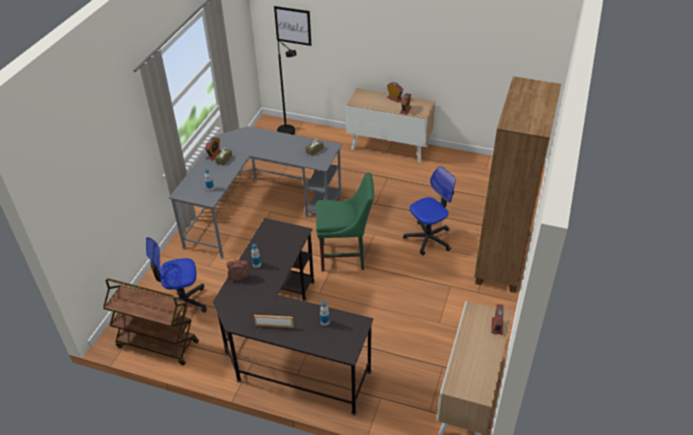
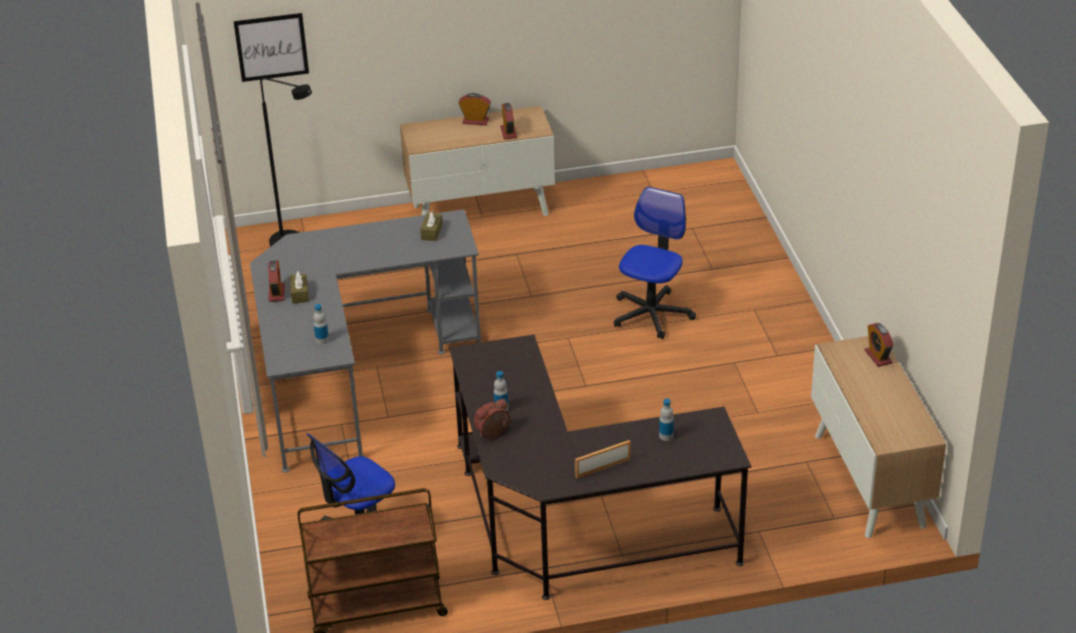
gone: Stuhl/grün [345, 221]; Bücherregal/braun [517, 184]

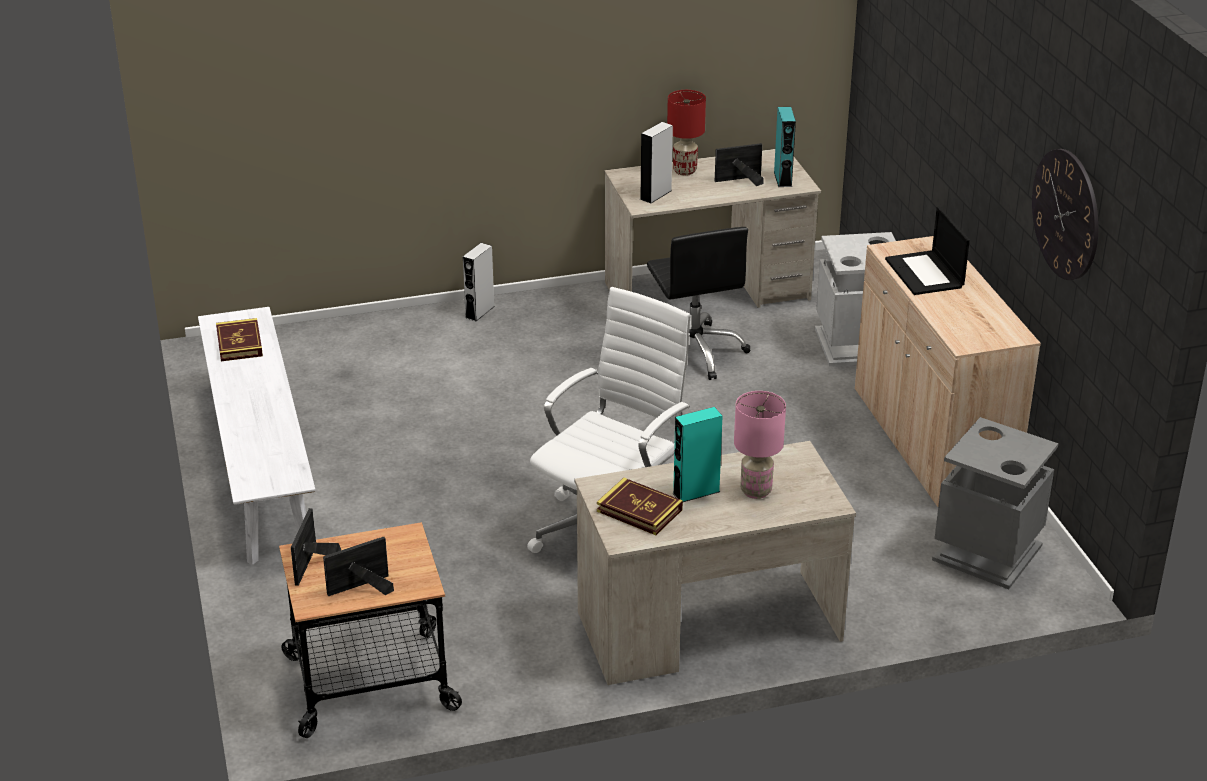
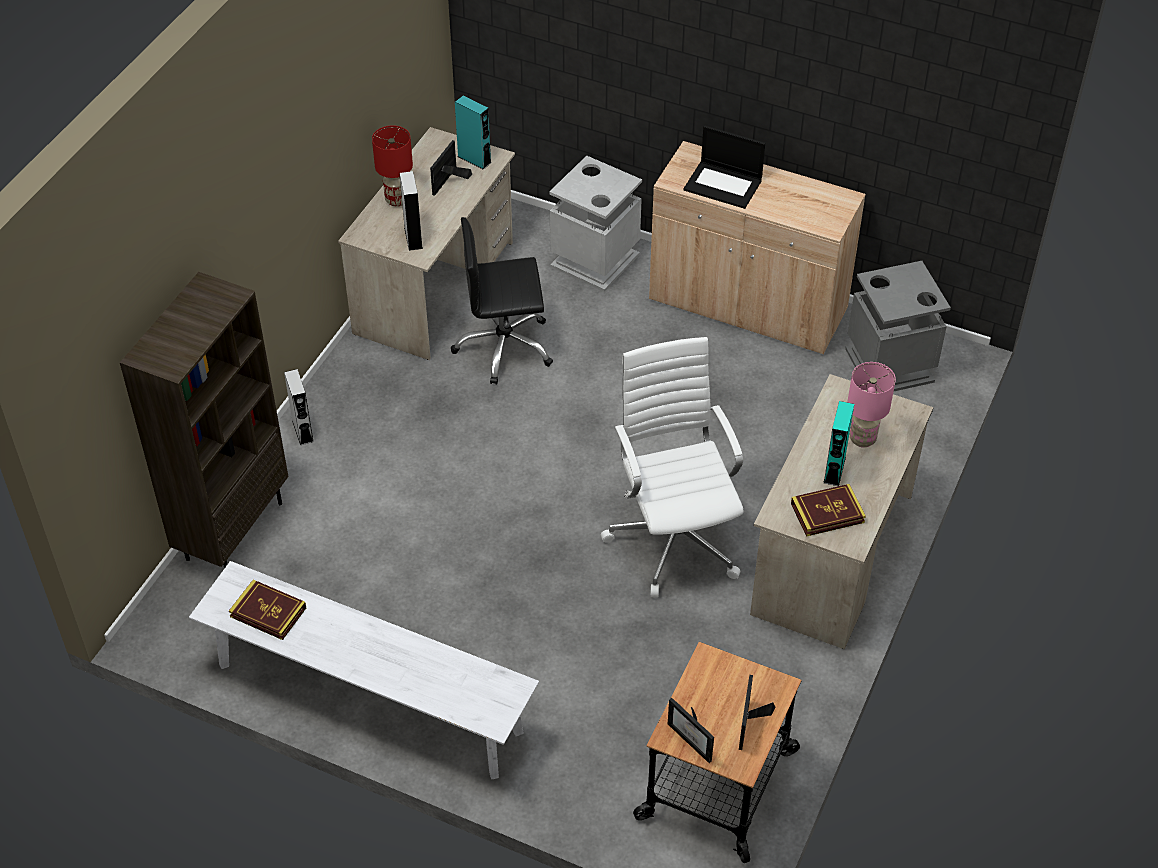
gone: Wanduhr [1065, 214]
new: Bücherregal/braun [204, 420]
rotated: Bürostuhl/schwarz [699, 303] = [502, 301] 150 degrees clockwise

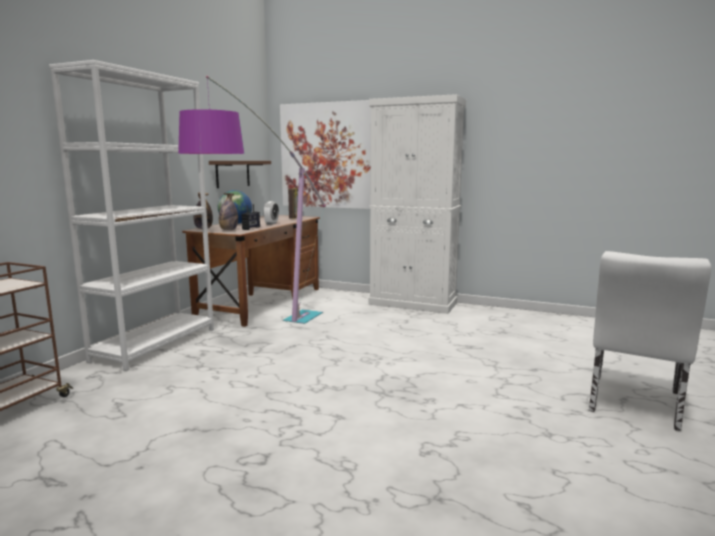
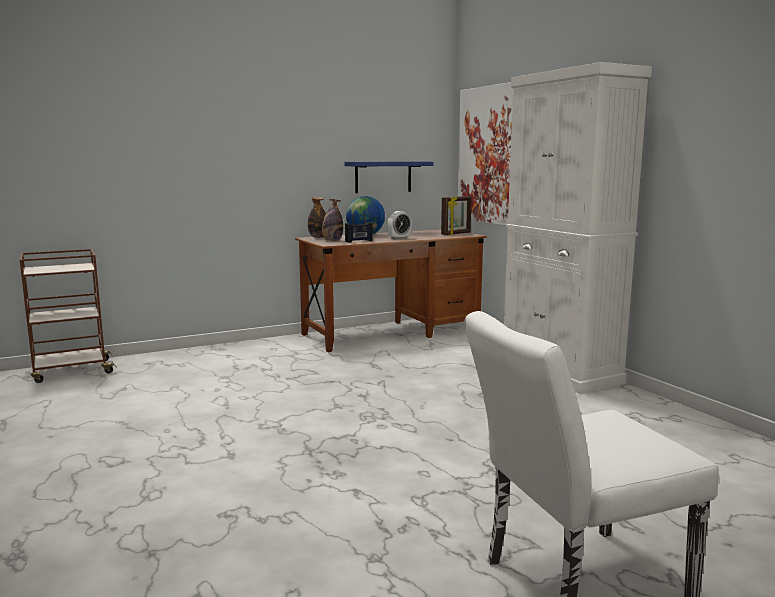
gone: Bücherregal/weiß [131, 215]; Stehlampe [252, 200]
repainted: Wandregal/braun [240, 174] to Wandregal/blau [389, 177]

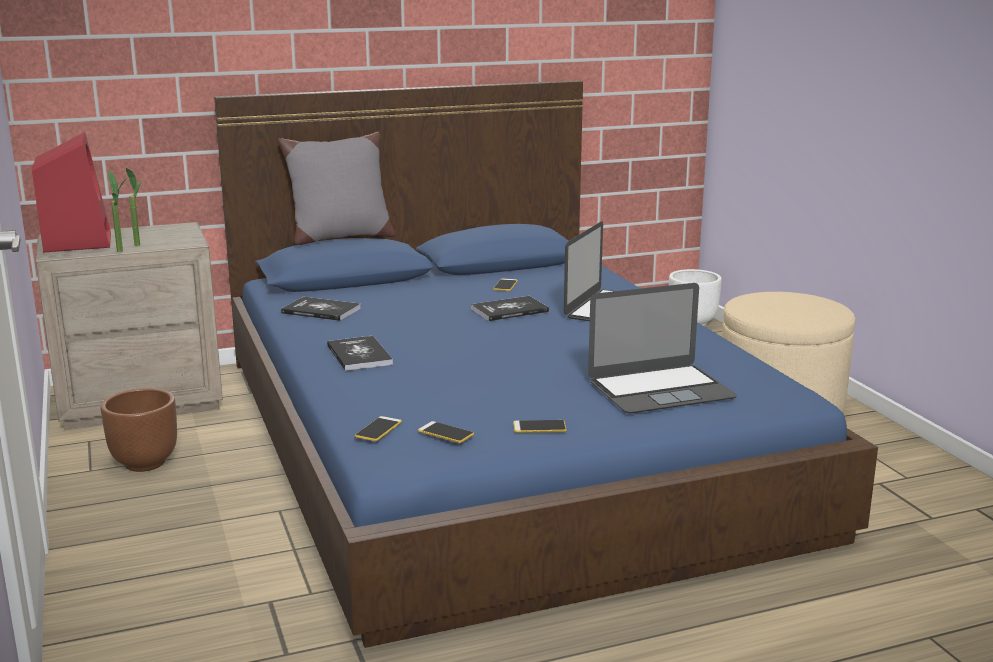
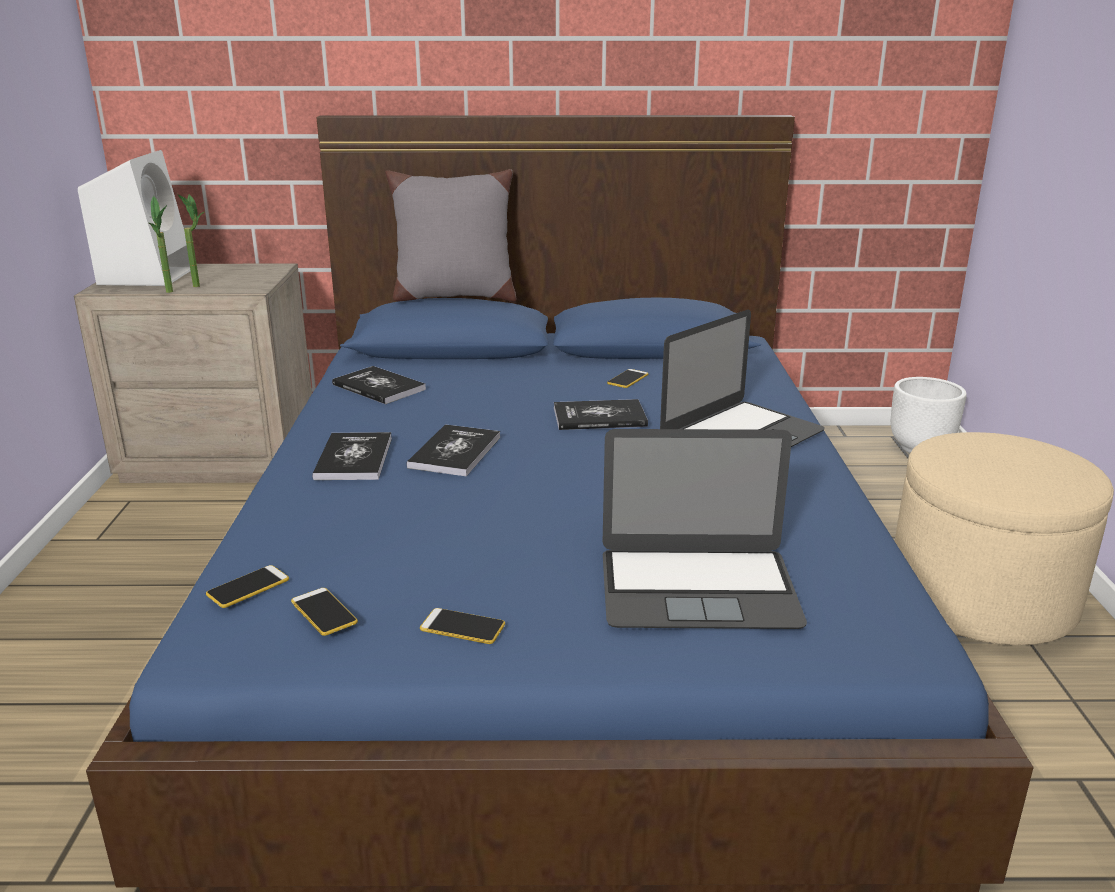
gone: Pflanzkübel/braun [139, 430]
new: Buch [453, 450]
repainted: Lautsprecher/rot [71, 192] to Lautsprecher/weiß [134, 218]

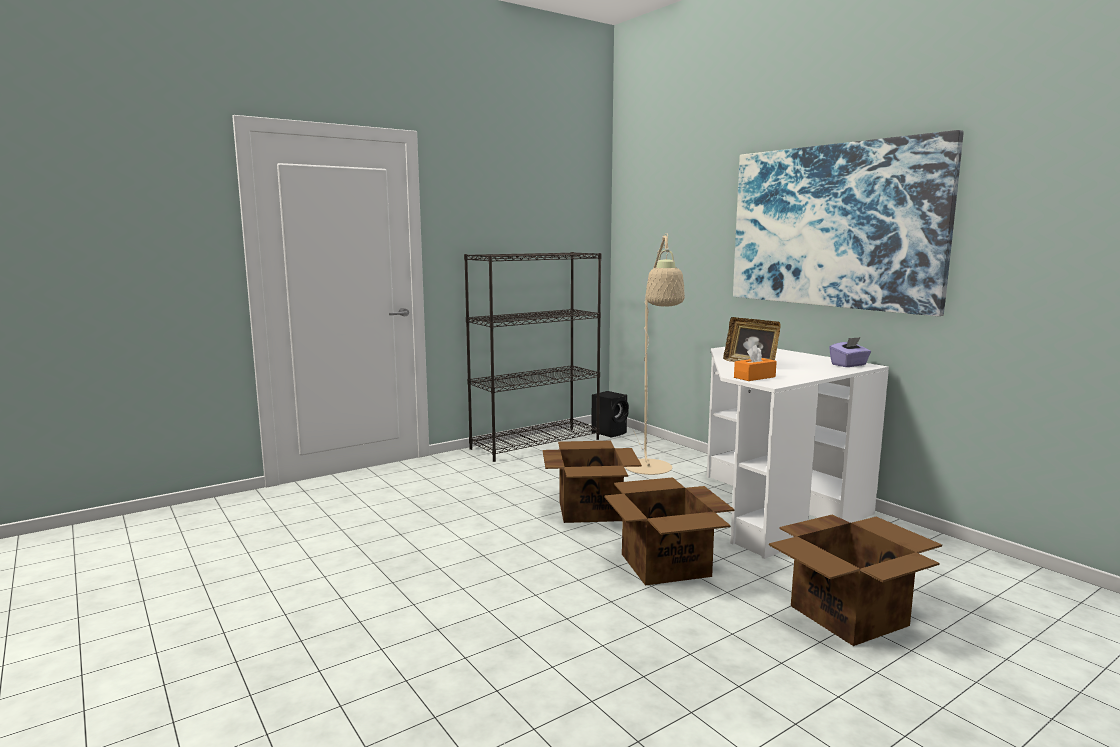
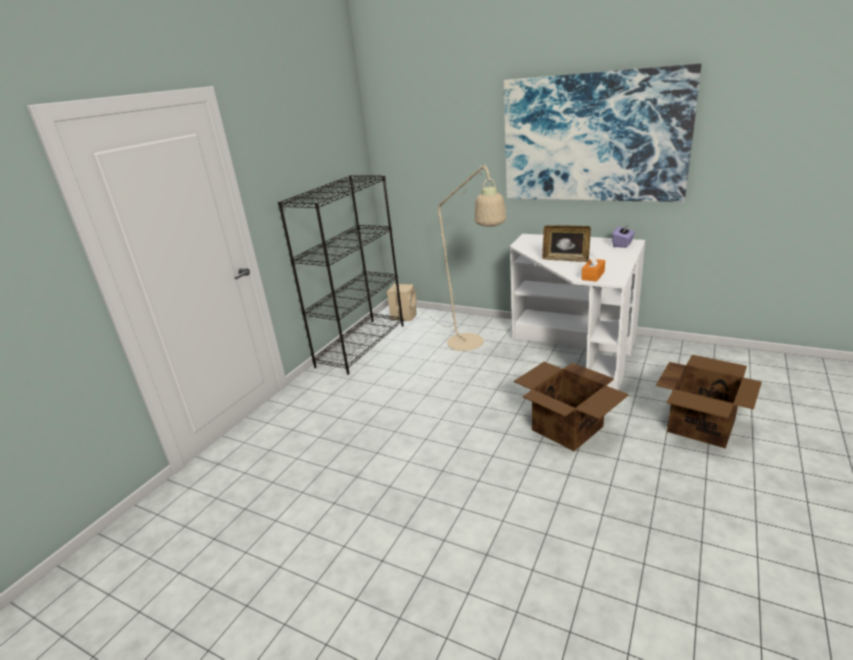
gone: Karton [592, 482]
repainted: Lautsprecher/schwarz [610, 414] to Lautsprecher/beige [402, 302]

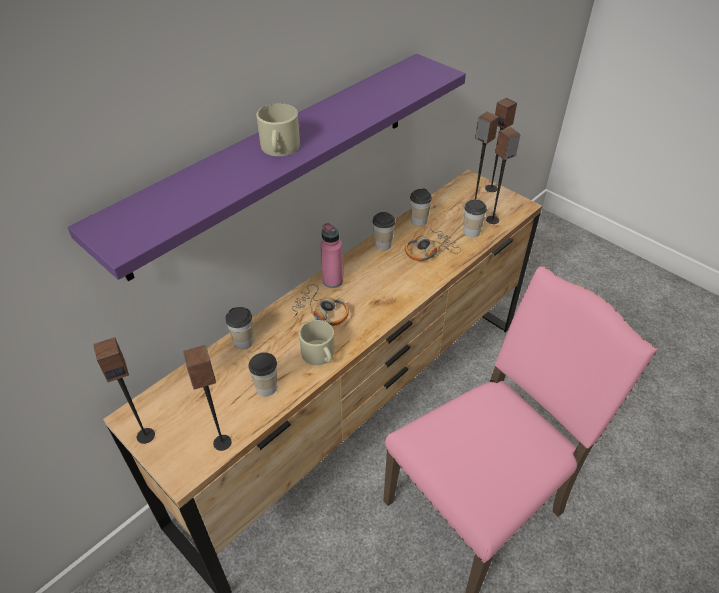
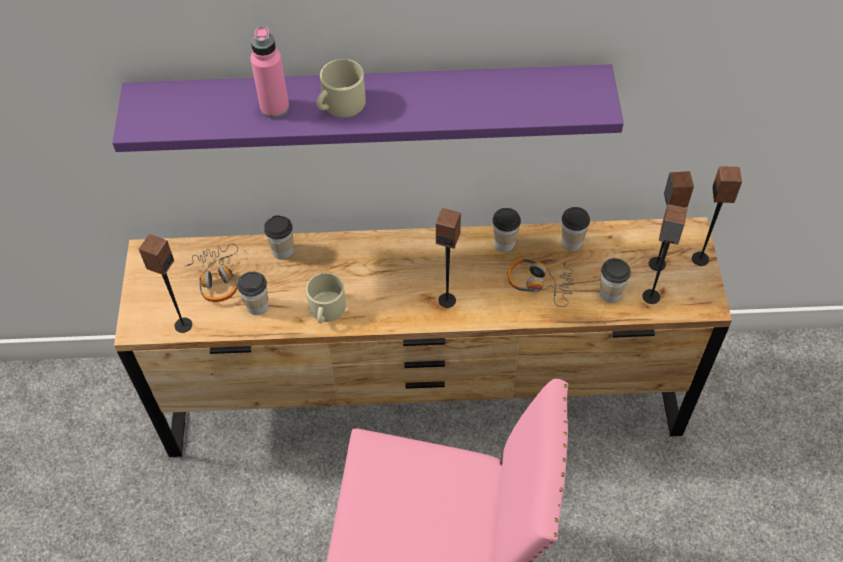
shifted: Lautsprecher [124, 390] to [448, 258]; Kopfhörer [320, 305] to [211, 273]; Flasche/rosa [331, 255] to [269, 72]

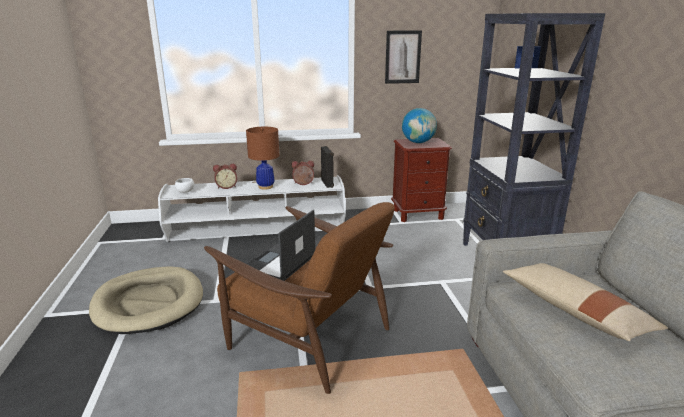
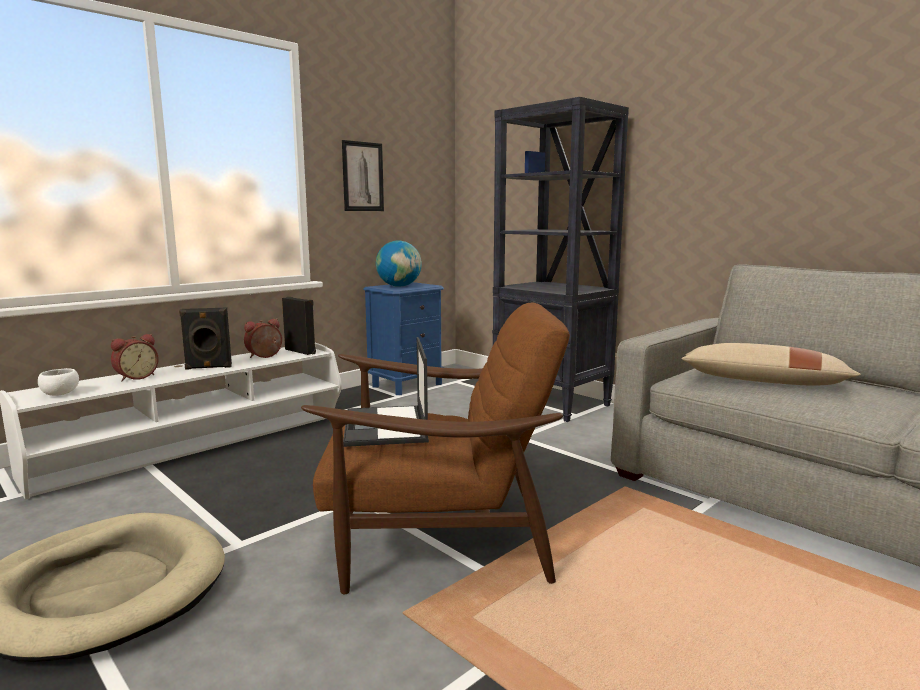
swapped: Tischlampe/braun [262, 158] to Lautsprecher/schwarz [205, 339]
repainted: Nachttisch/braun [421, 180] to Nachttisch/blau [403, 338]

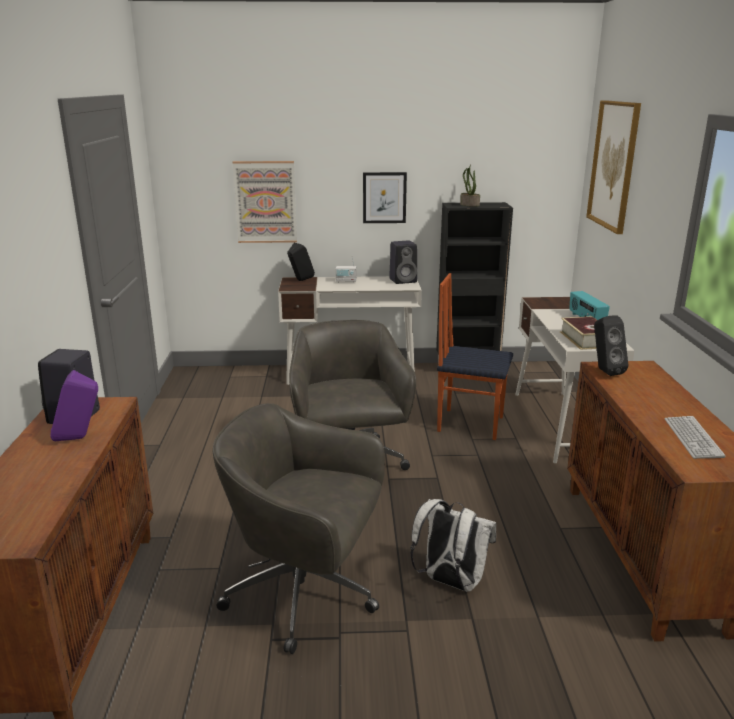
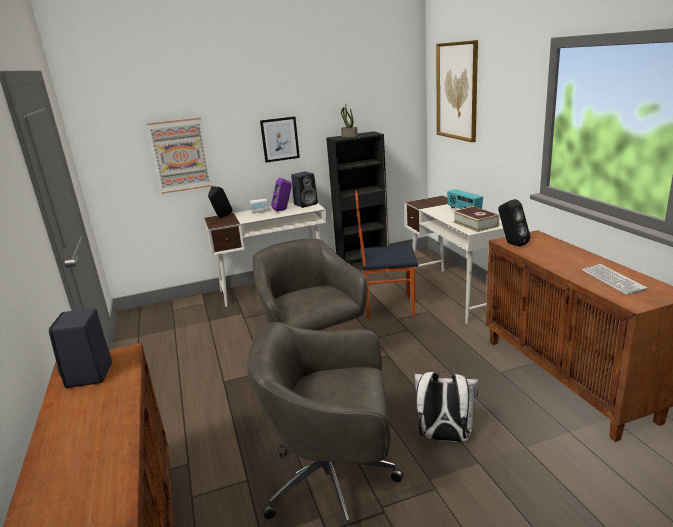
shifted: Lautsprecher/lila [74, 405] to [281, 194]

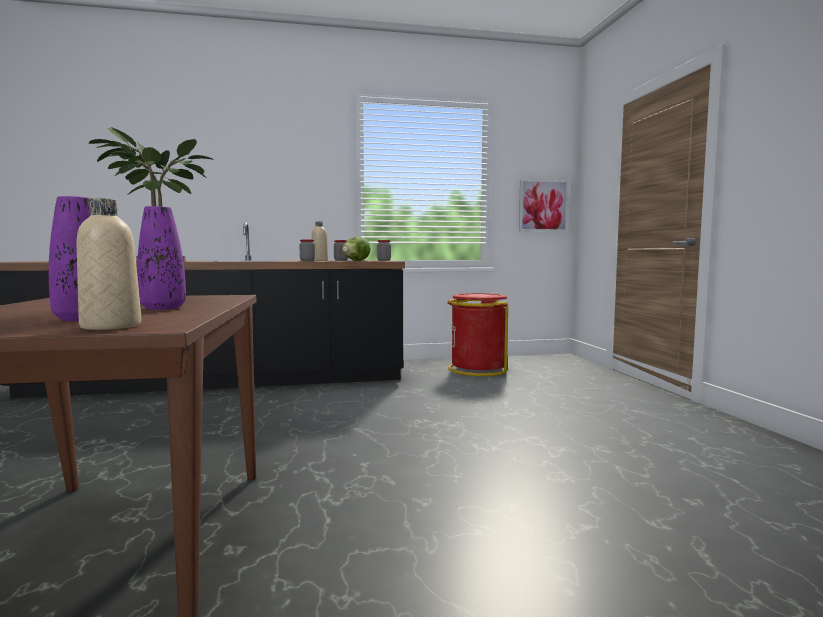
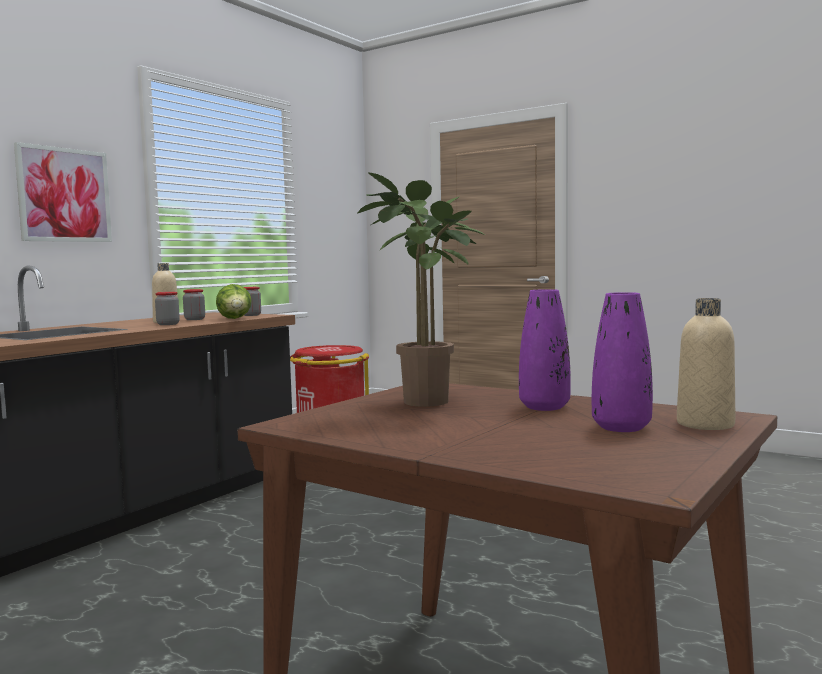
shifted: Bild [544, 205] to [63, 192]

